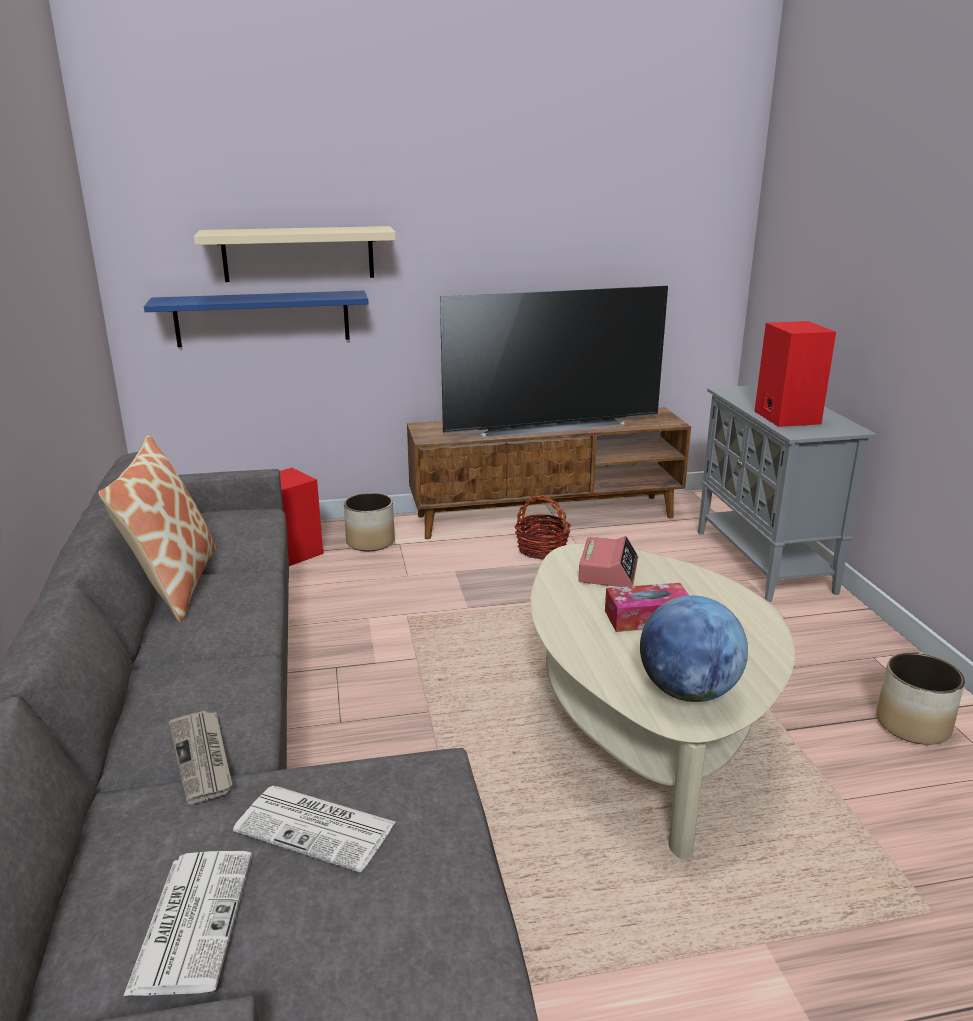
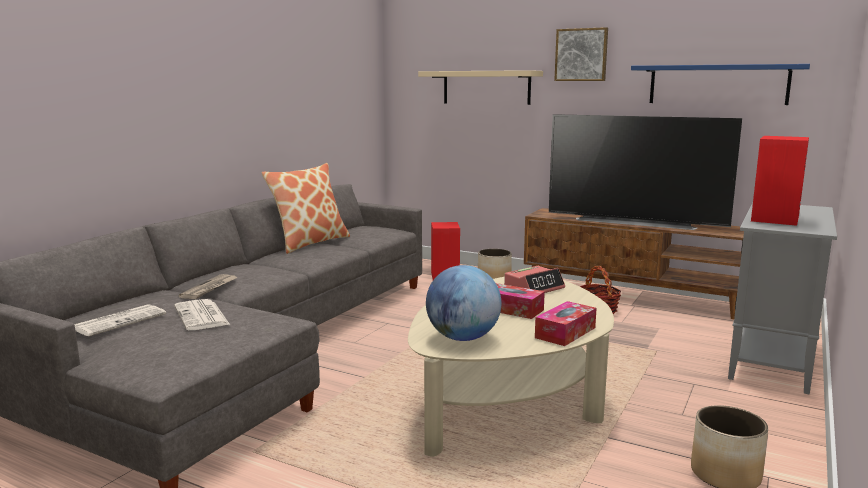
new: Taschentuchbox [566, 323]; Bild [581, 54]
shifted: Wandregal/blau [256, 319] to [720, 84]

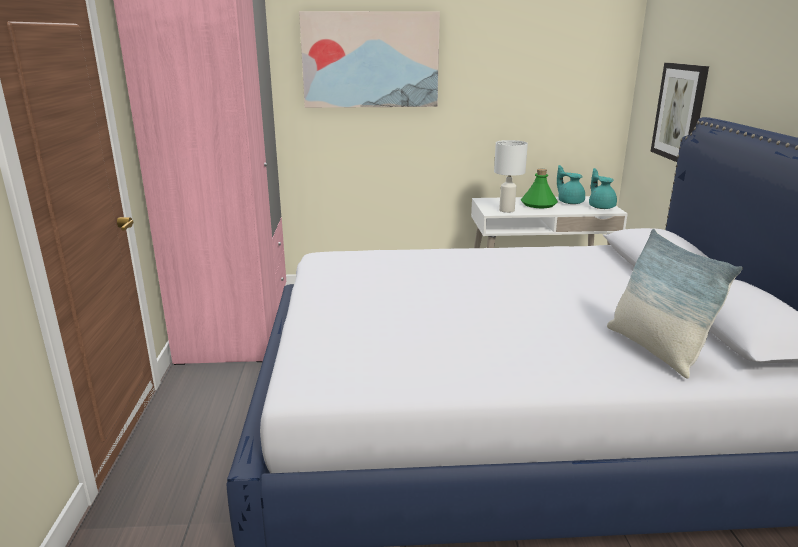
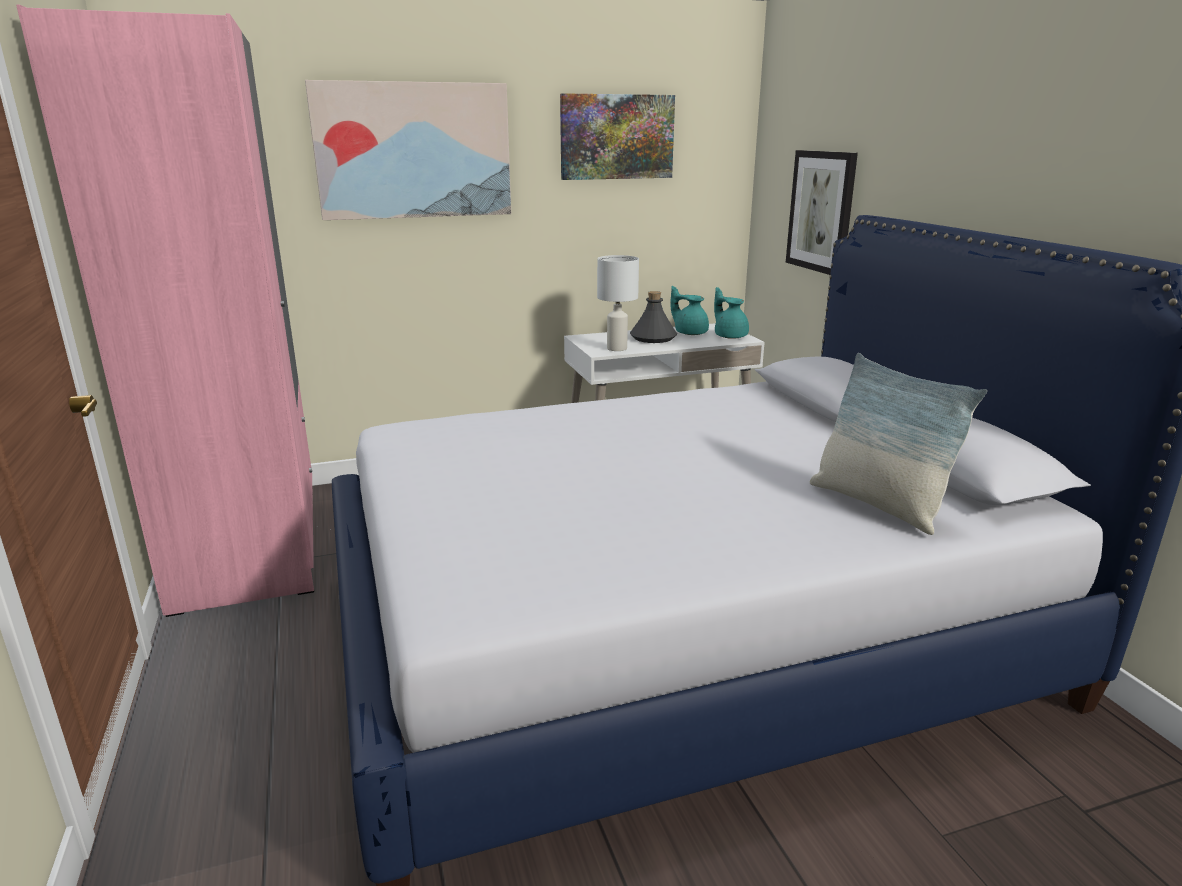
new: Bild [617, 136]
repainted: Flasche/grün [539, 188] to Flasche/grau [653, 317]

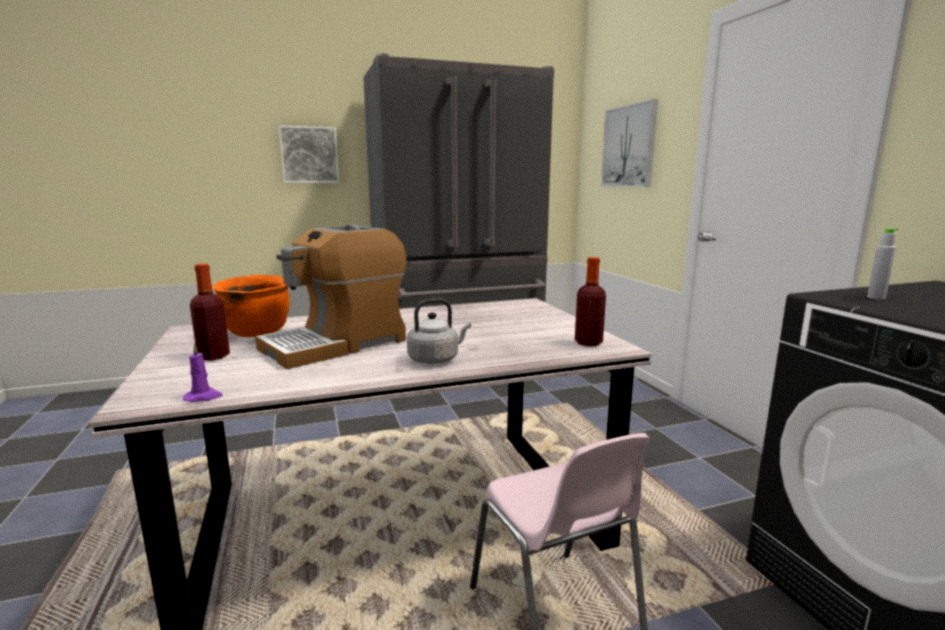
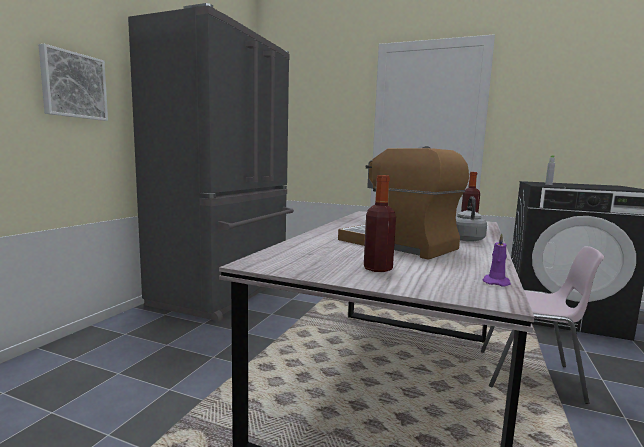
gone: Kochtopf/orange [251, 306]; Bild [629, 143]
rotated: Kaffeemaschine [331, 297] = [403, 203] 135 degrees clockwise

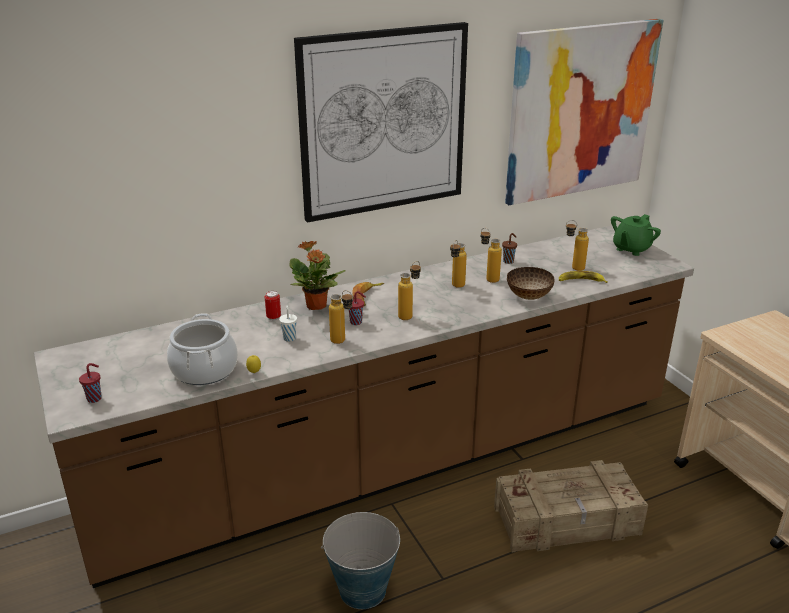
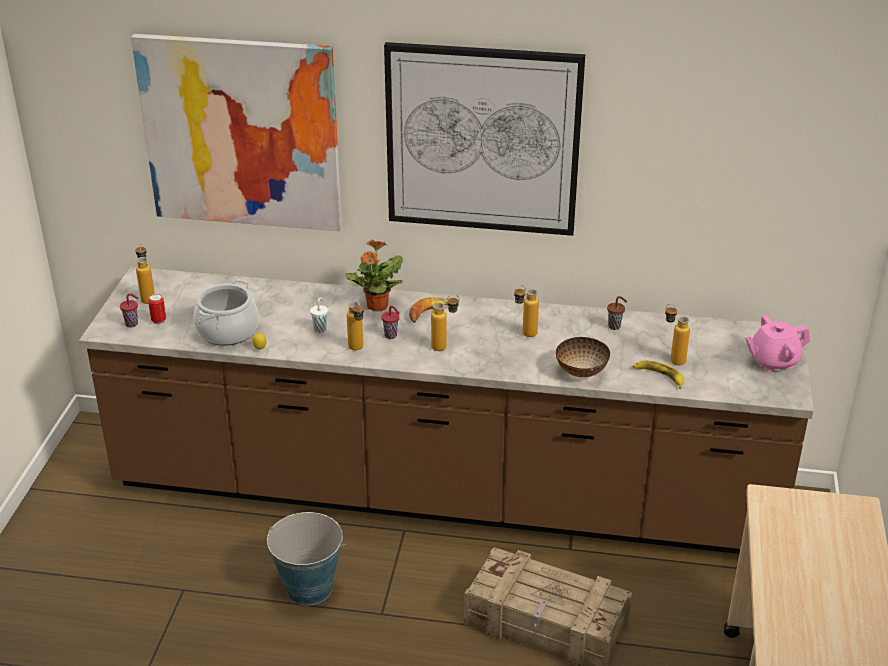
shifted: Dose [273, 306] to [157, 309]; Flasche [491, 255] to [145, 274]; Bild [584, 112] to [236, 132]
repainted: Teekanne/grün [636, 235] to Teekanne/rosa [777, 343]

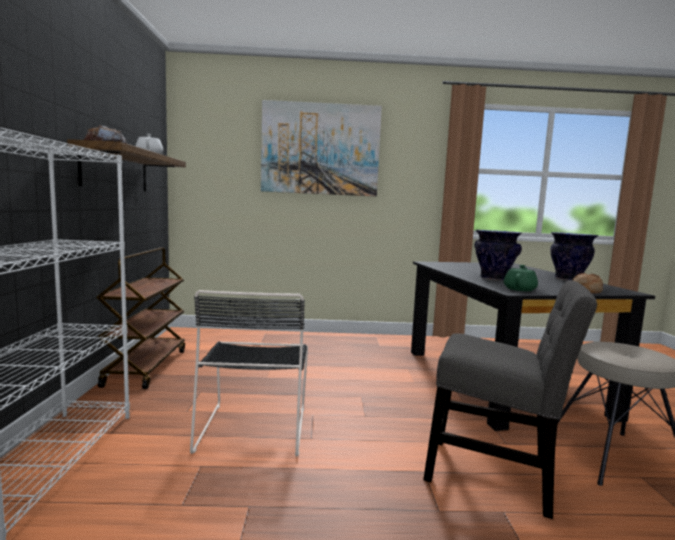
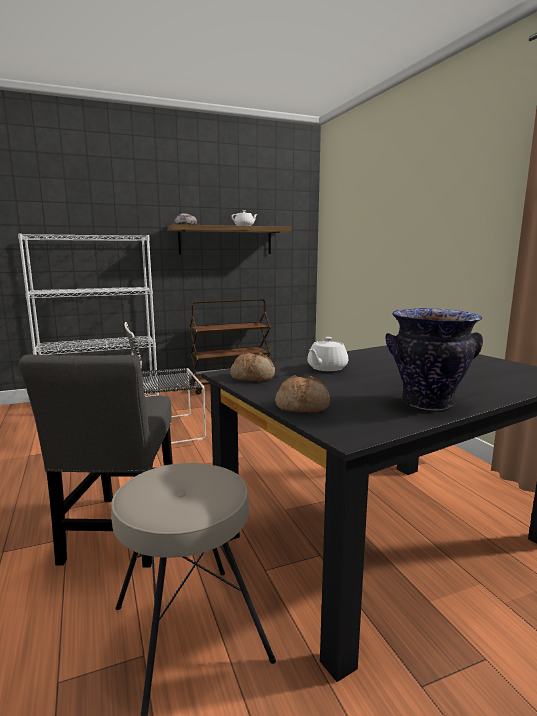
gone: Bild [321, 148]
swapped: Vase [498, 255] to Teekanne/weiß [327, 354]; Teekanne/grün [521, 278] to Brot [252, 366]

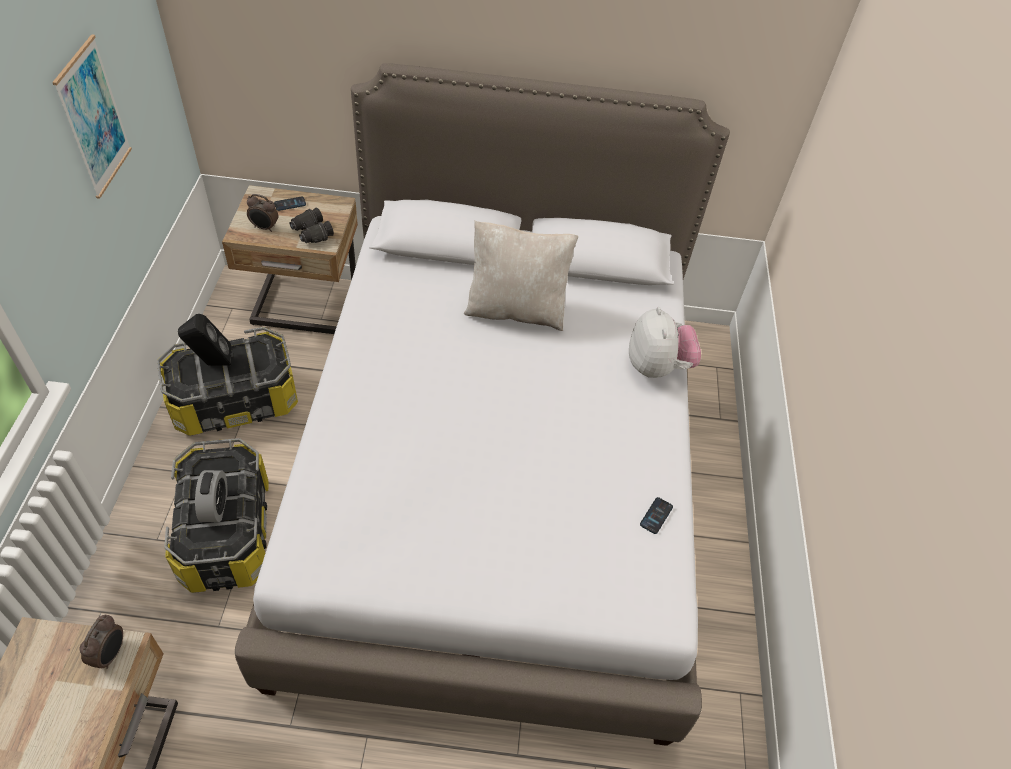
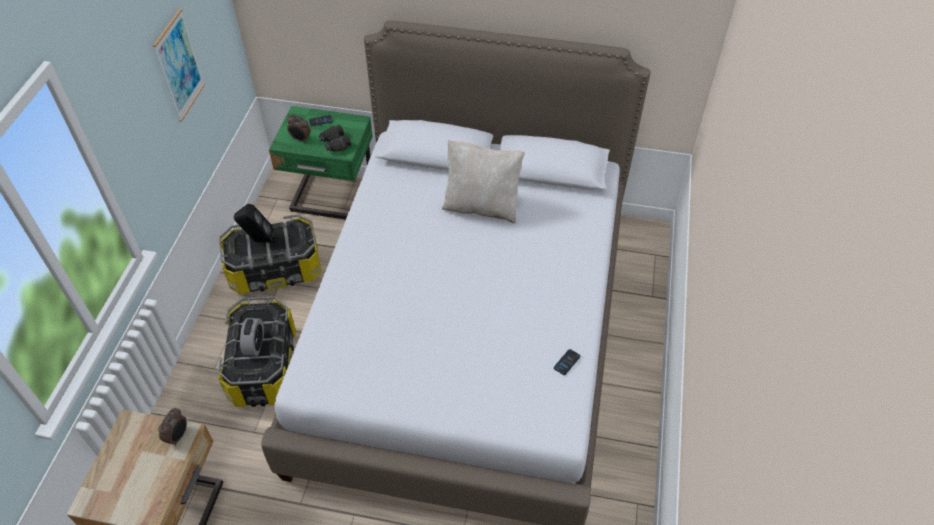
gone: Plüschtier [665, 342]
repainted: Nachttisch/beige [290, 259] to Nachttisch/grün [321, 163]

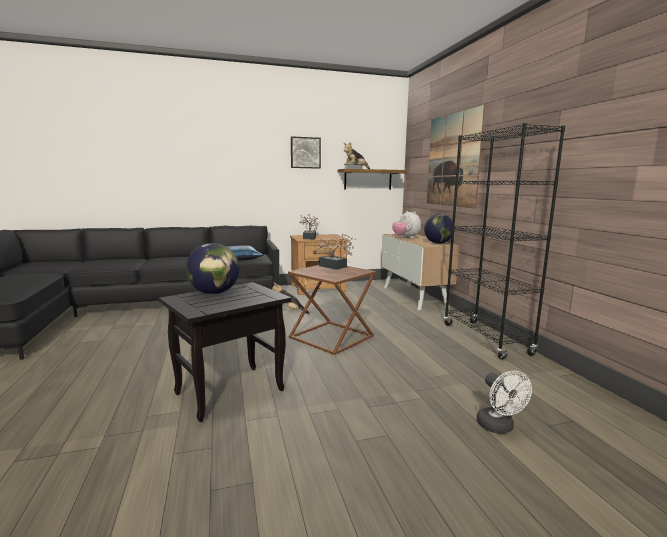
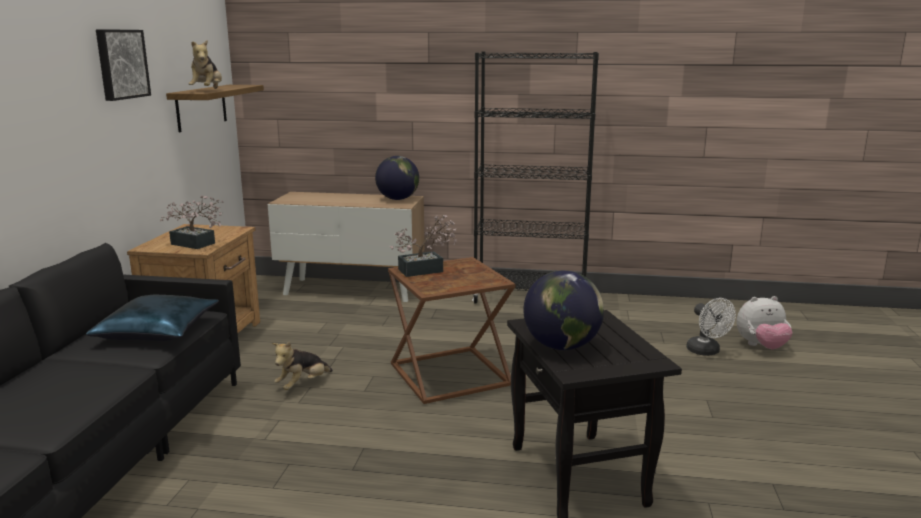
gone: Bild [456, 156]
shifted: Plüschtier [406, 225] to [764, 323]
rotated: Ventilator/weiß [504, 402] = [711, 327] 60 degrees clockwise

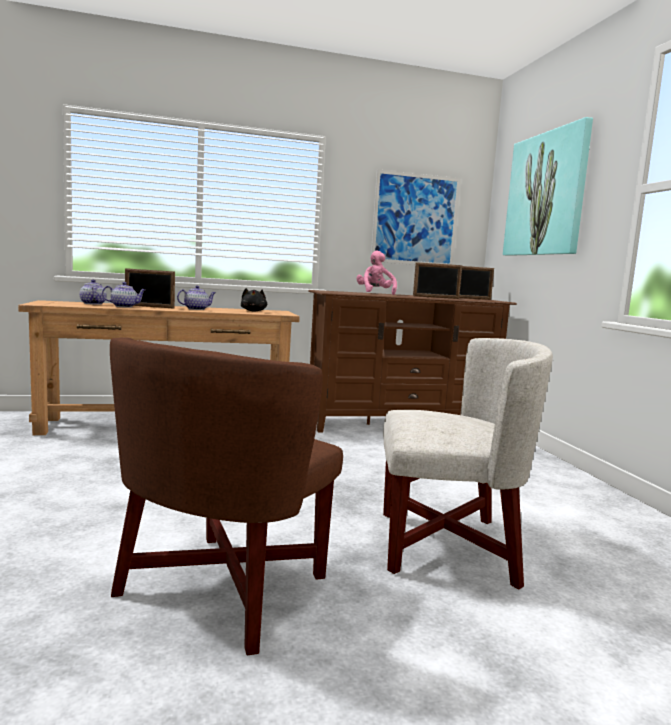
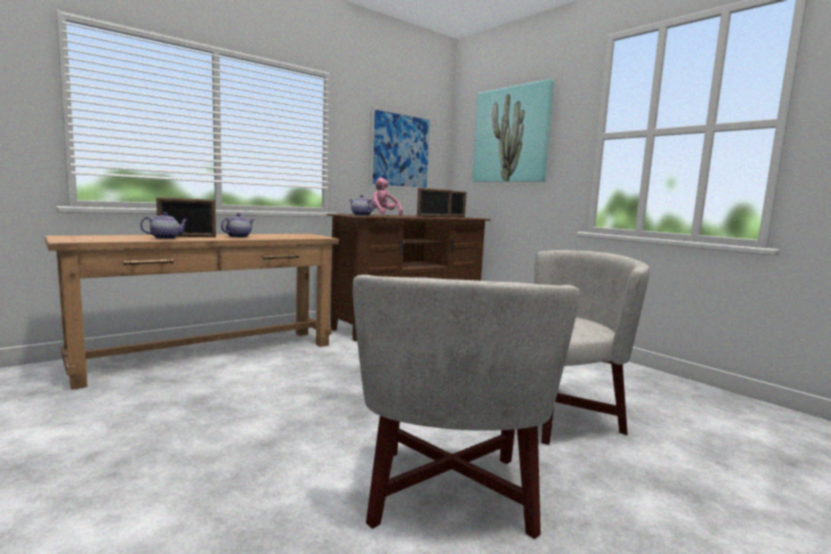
gone: Plüschtier/schwarz [254, 299]
shifted: Teekanne [93, 292] to [362, 205]
repainted: Sessel/braun [226, 496] to Sessel/weiß [466, 407]

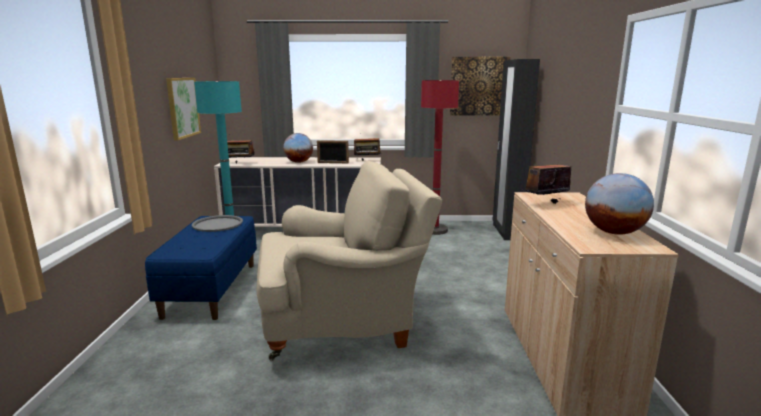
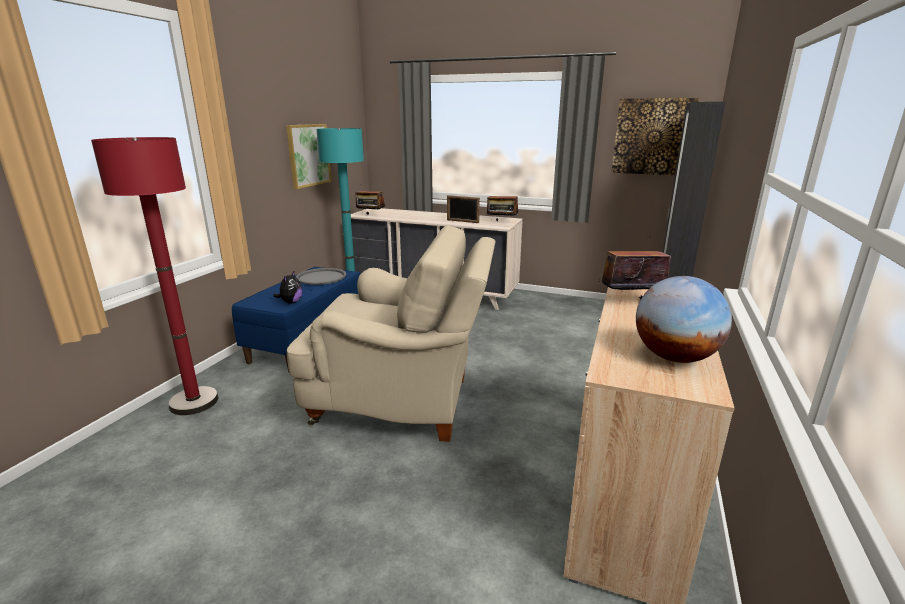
gone: Globus [298, 148]
new: Plüschtier [287, 288]
shifted: Stehlampe/rot [440, 157] to [154, 276]

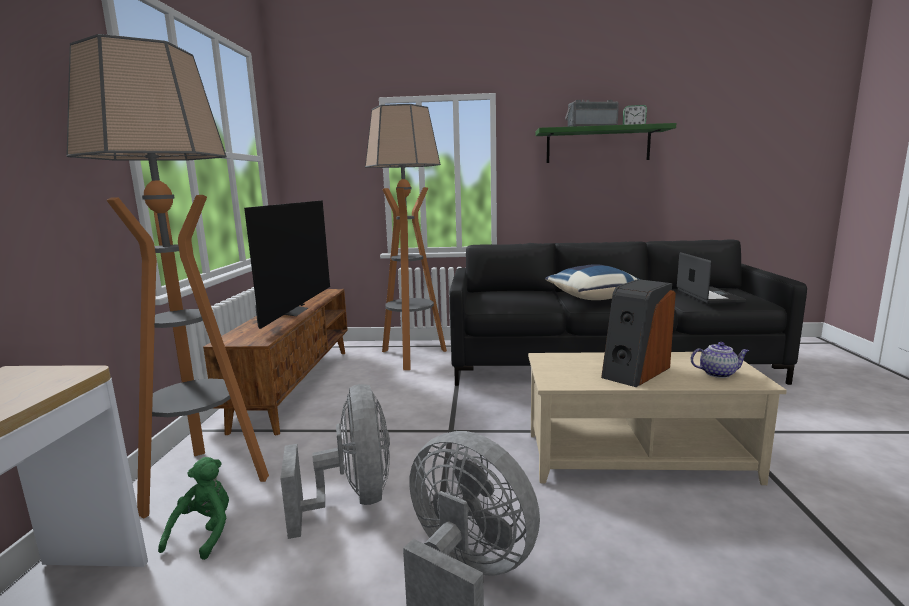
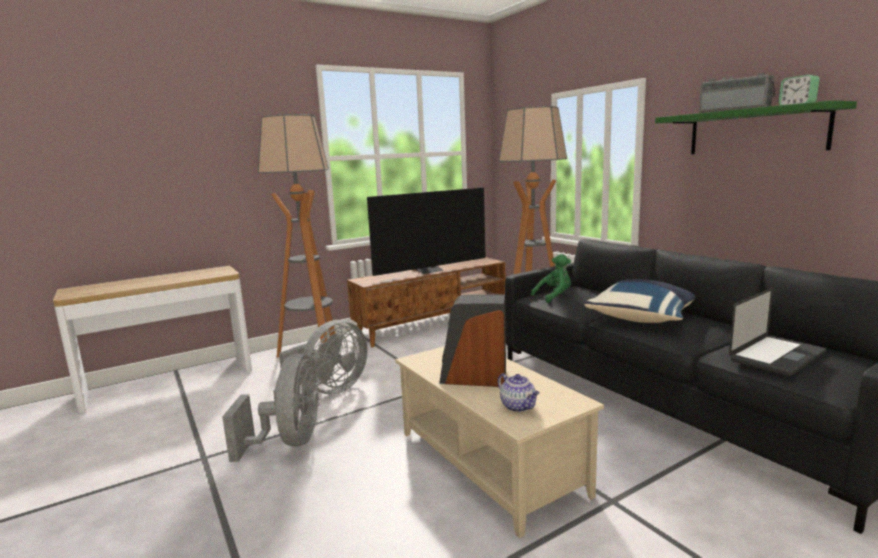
shifted: Plüschtier/grün [193, 508] to [551, 278]

